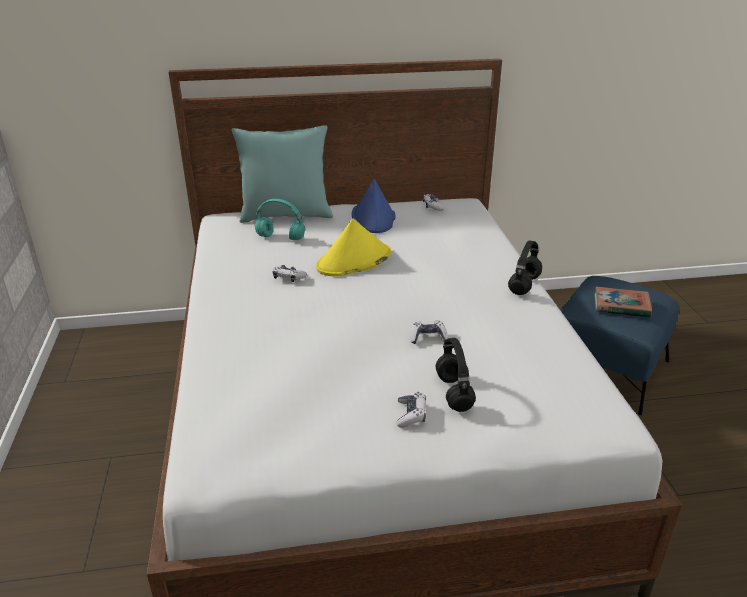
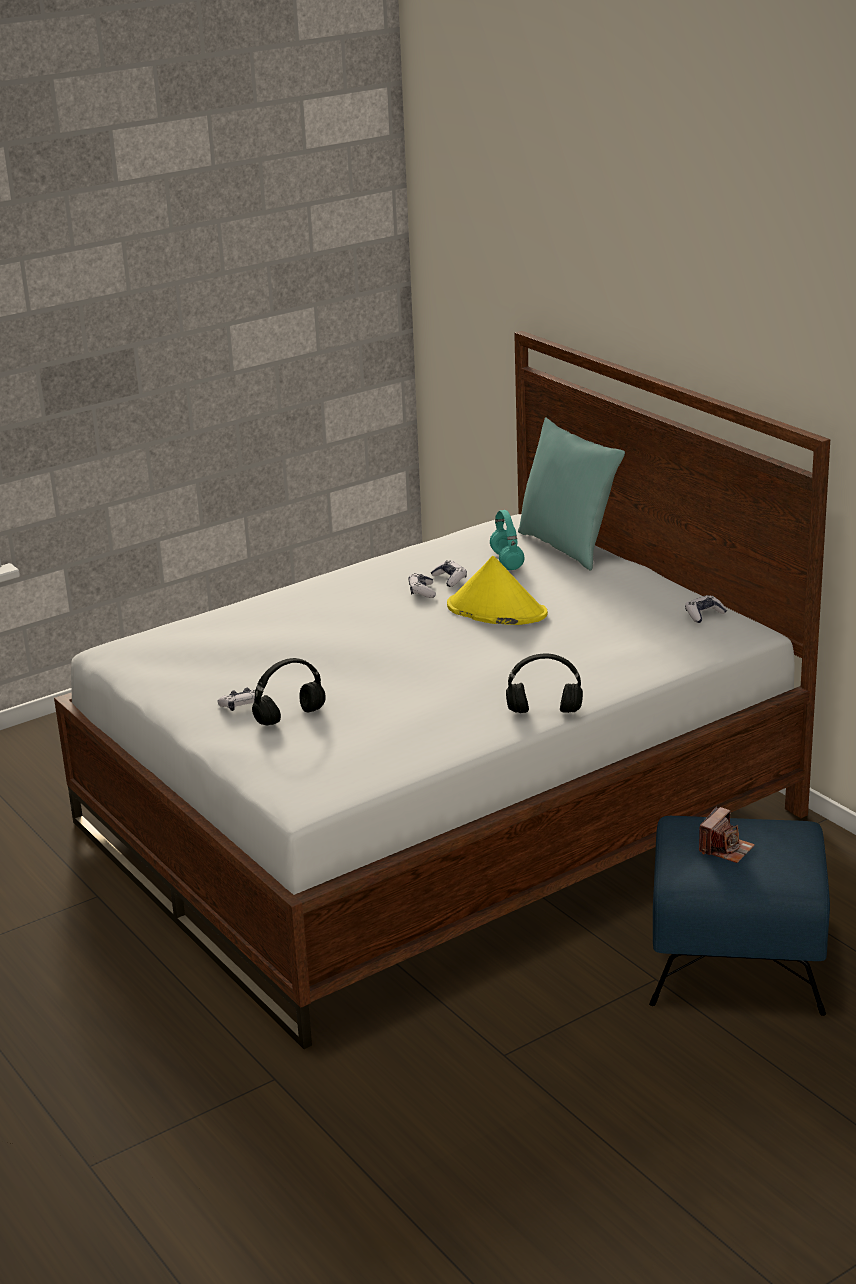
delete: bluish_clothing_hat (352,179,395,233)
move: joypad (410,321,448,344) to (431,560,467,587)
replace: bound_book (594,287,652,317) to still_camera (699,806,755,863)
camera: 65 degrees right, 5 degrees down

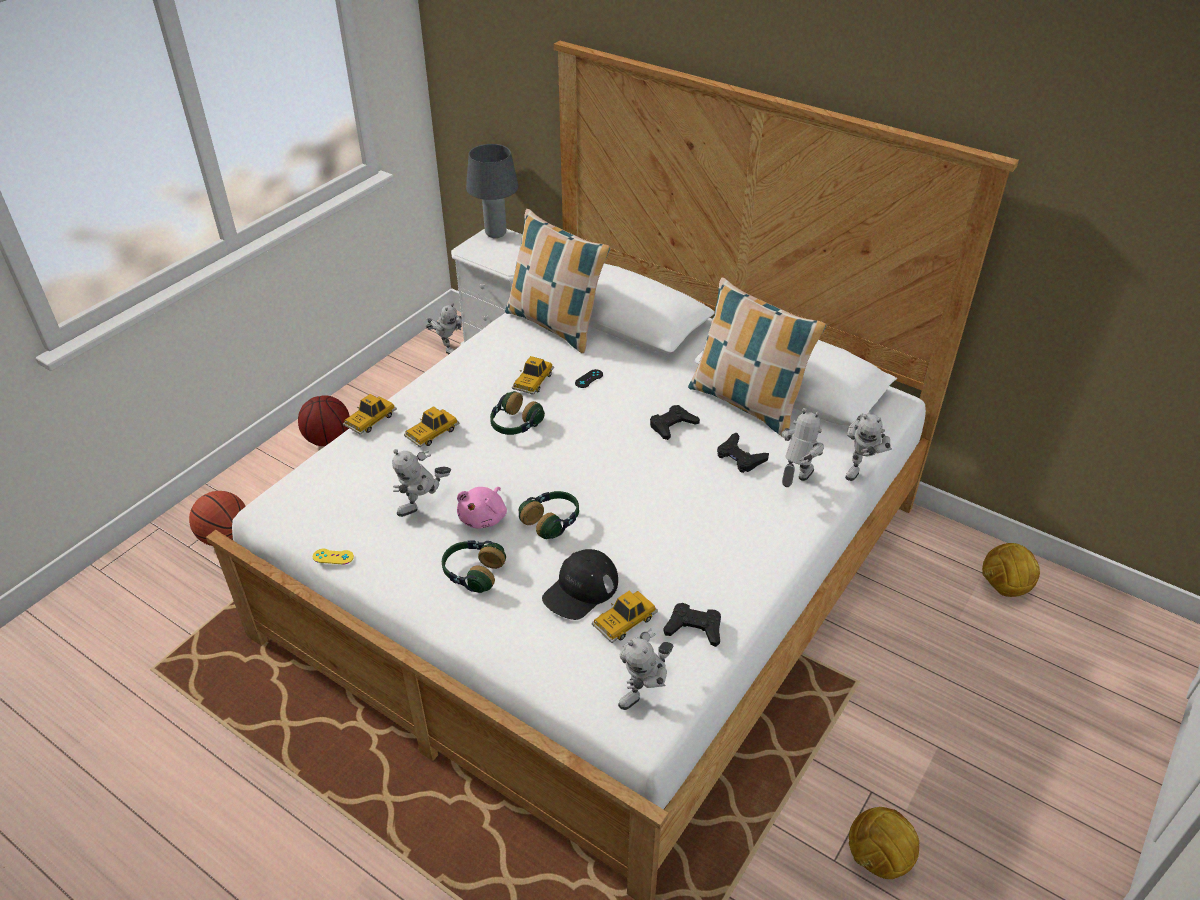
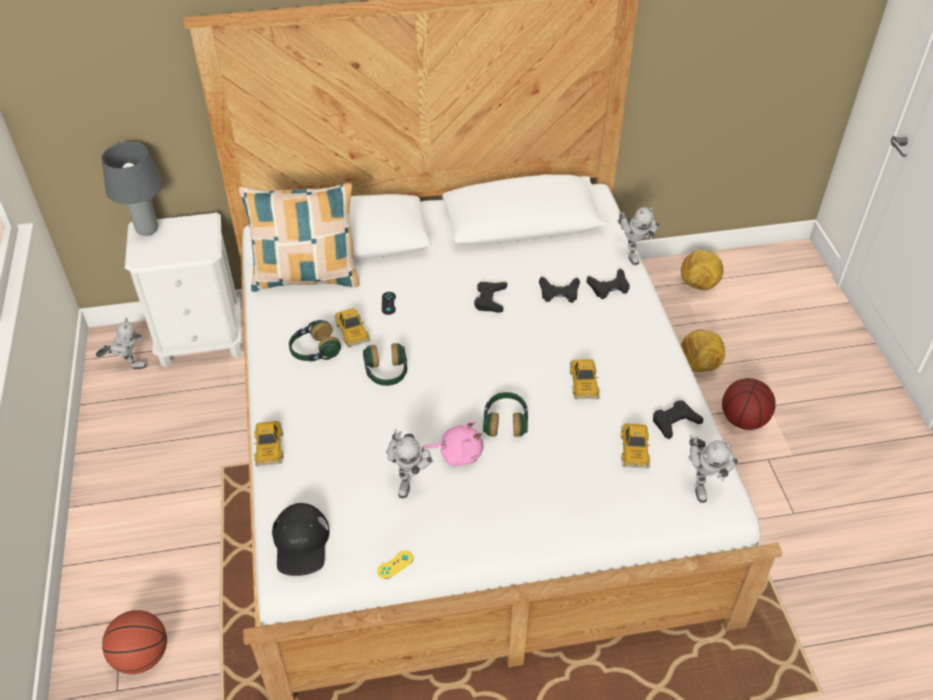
delete: cushion (688,277,827,436)
move: basketball (298,395,350,446) to (722,378,776,430); miniature_car (404,406,459,447) to (570,359,600,399); headphones (442,541,506,593) to (289,320,341,362); black-coloured_peaked_cap (542,549,618,620) to (272,503,329,576); football (849,807,919,879) to (680,330,725,372)
replace: toy_robot (781,408,824,487) to black-coloured_joypad (586,268,630,299)
rotate: pinkish_plush_toy (457,487,507,529) = (423,421,484,467) 60 degrees counterclockwise
camera: 45 degrees left, 5 degrees up

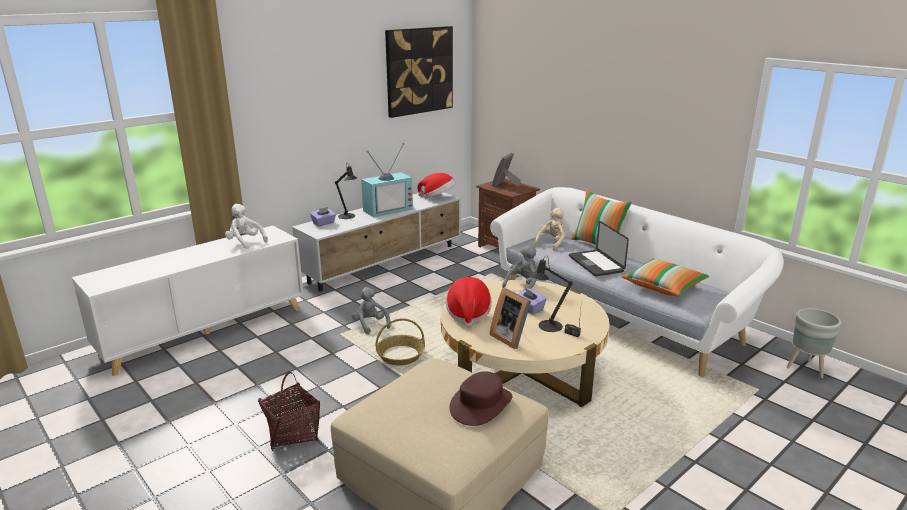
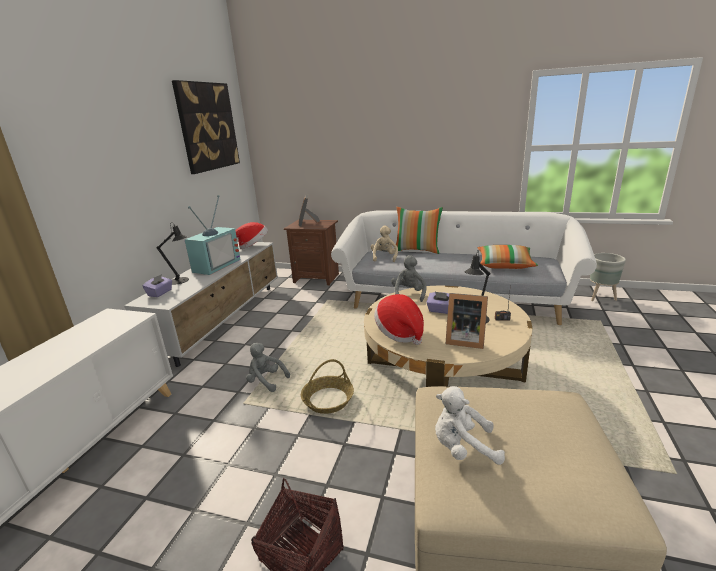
delete: brownish_clothing_hat (449,371,513,426); laptop (569,220,629,277)
move: white_plush_toy (225,204,268,249) to (435,386,505,465)
camera: 30 degrees left, 0 degrees up

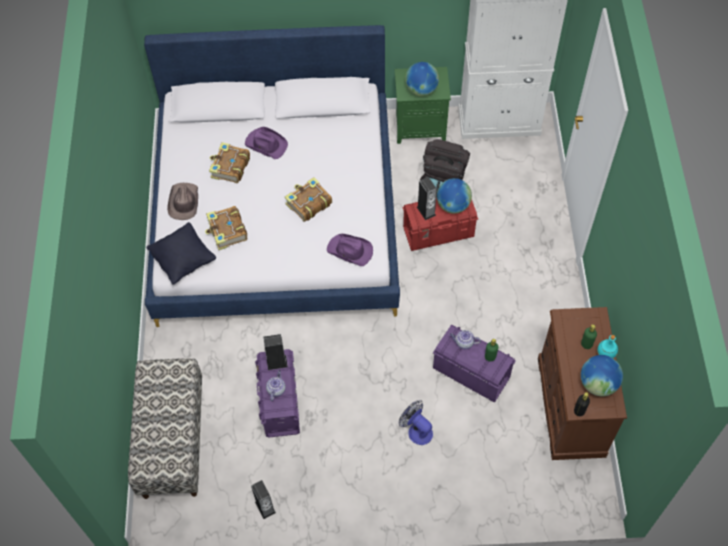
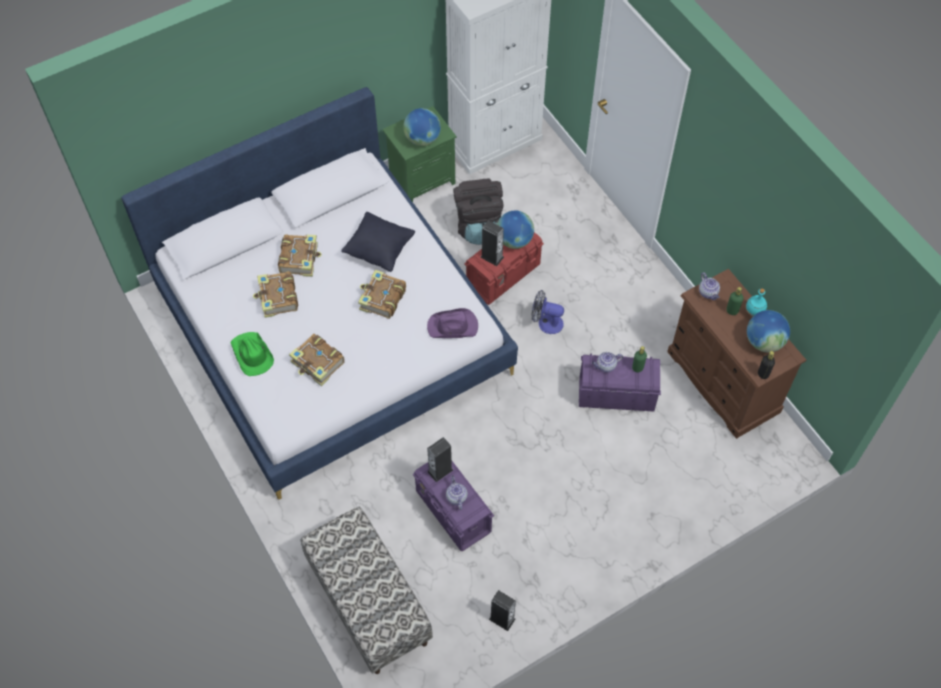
insert: pot_for_tea (699,273,720,300)
move: black-coloured_cushion (146,222,216,285) to (341,212,415,272); fan (399,401,433,445) to (532,290,564,334)
replace: purple-coloured_clothing_hat (245,127,288,159) to bound_book (278,234,322,277)
recolor: brownish_clothing_hat (167,183,198,220) to greenish_clothing_hat (230,332,274,376)
camera: 30 degrees left, 0 degrees up

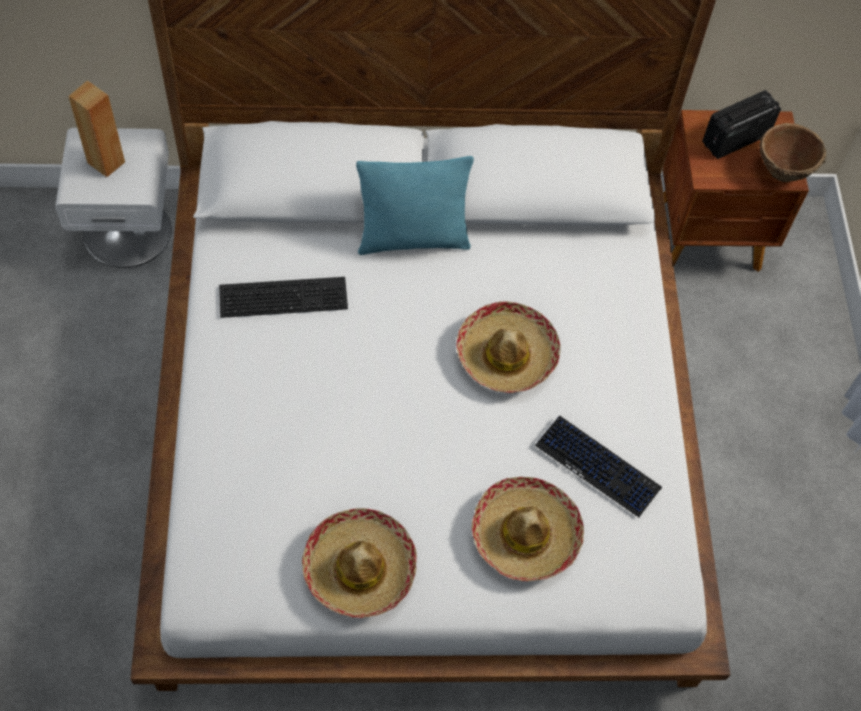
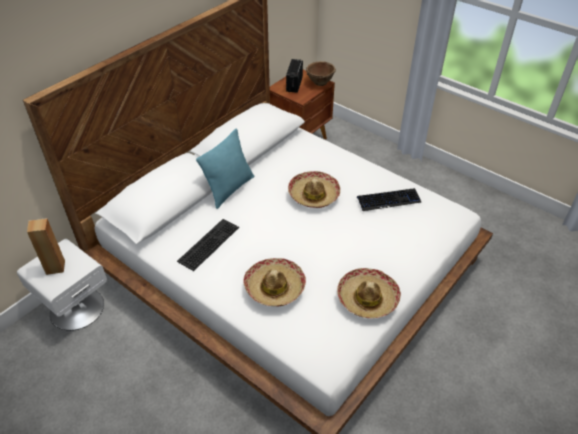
move: clothing_hat (472,477,584,581) to (244,258,306,306)
camera: 45 degrees left, 15 degrees down

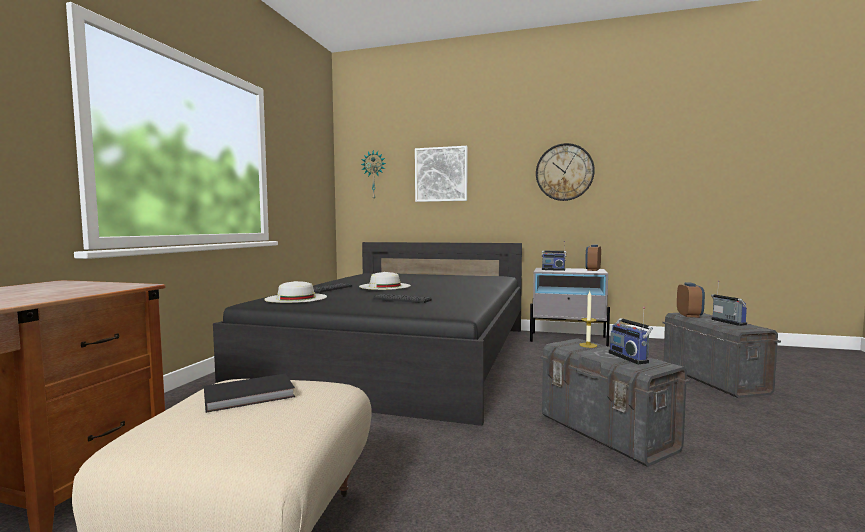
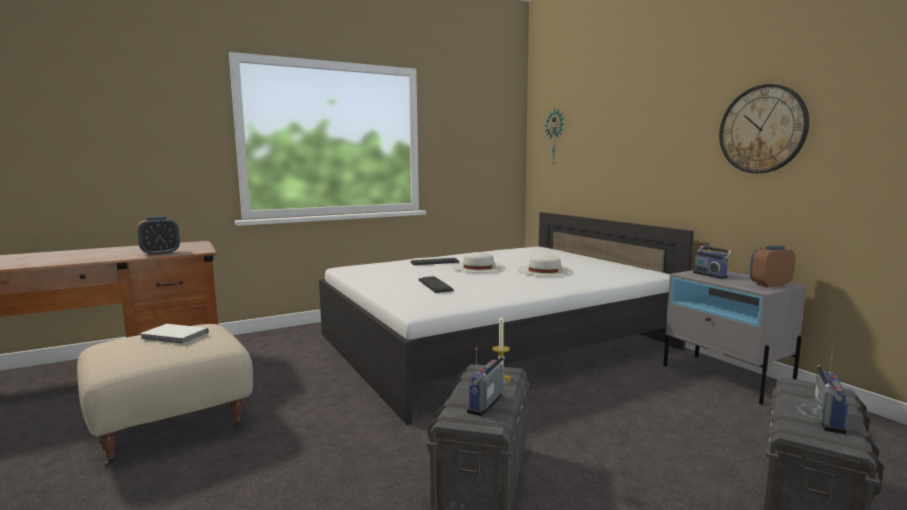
delete: picture (415,146,467,202)
move: white_clothing_hat (264,281,327,303) to (517,255,573,276); alarm_clock (677,282,705,317) to (136,216,180,256)
recolor: black-coloured_bound_book (204,374,295,413) to white_bound_book (140,324,209,344); black-coloured_sleeping_bed (213,242,522,426) to white_sleeping_bed (319,212,694,425)
camera: 45 degrees right, 5 degrees up

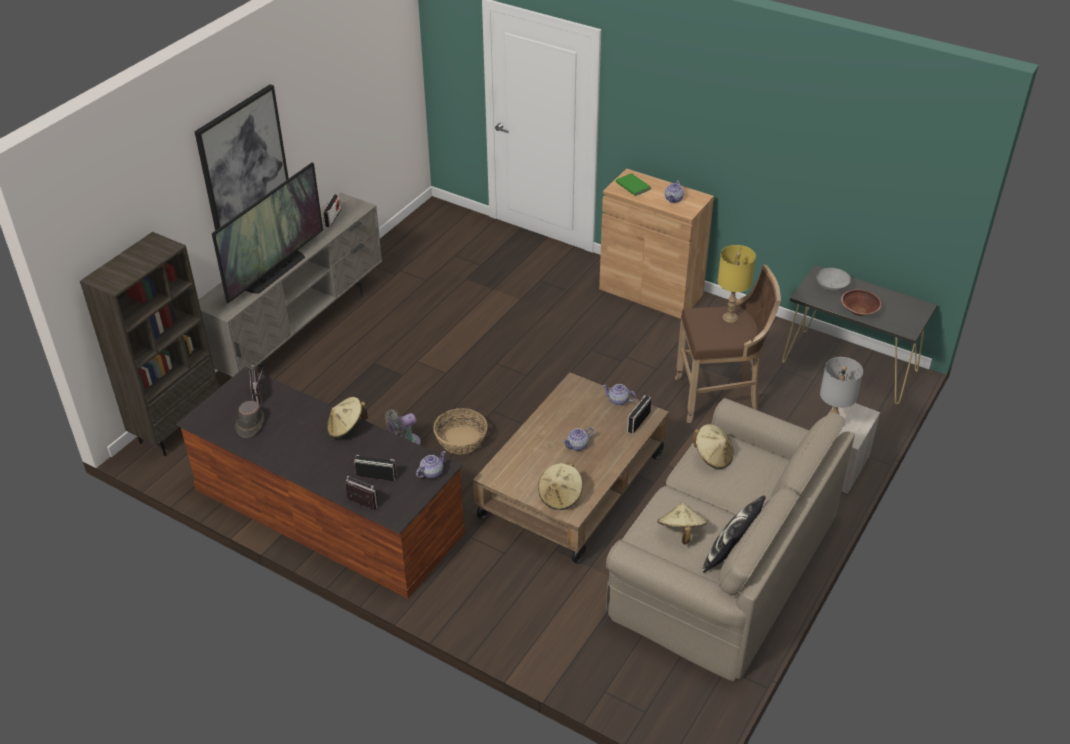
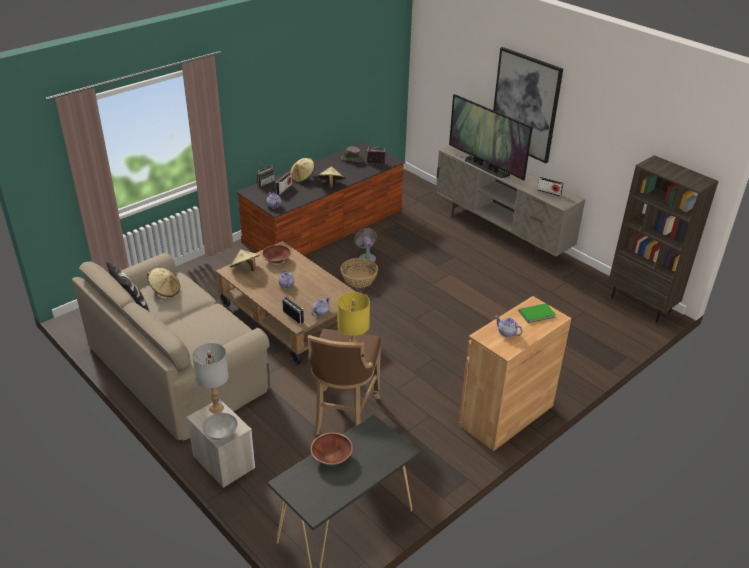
insert: brownish_deep_dish (262,245,291,264)
move: brownish_bookcase (80,232,219,456) to (608,155,719,323); beige_clothing_hat (693,424,734,469) to (290,158,315,183); greyish_deep_dish (816,268,851,292) to (202,413,238,440)
camera: 105 degrees right, 5 degrees down

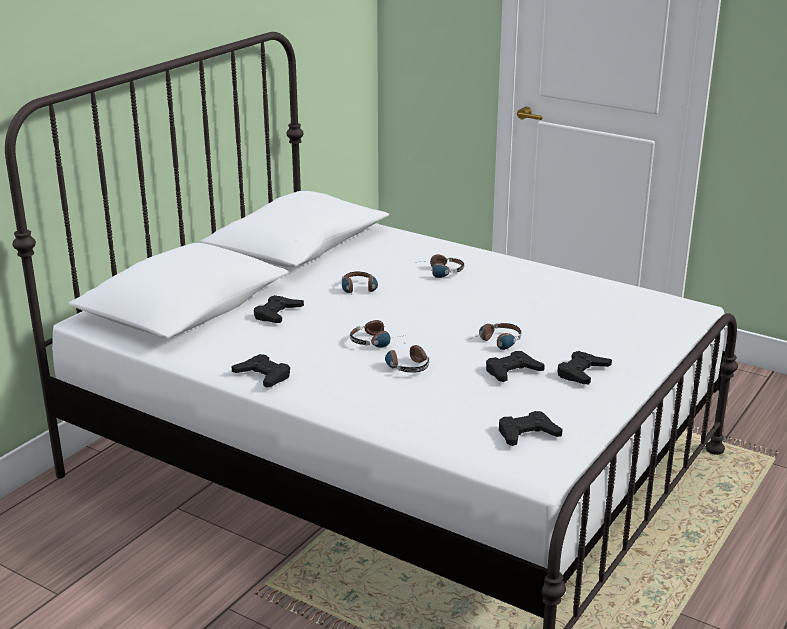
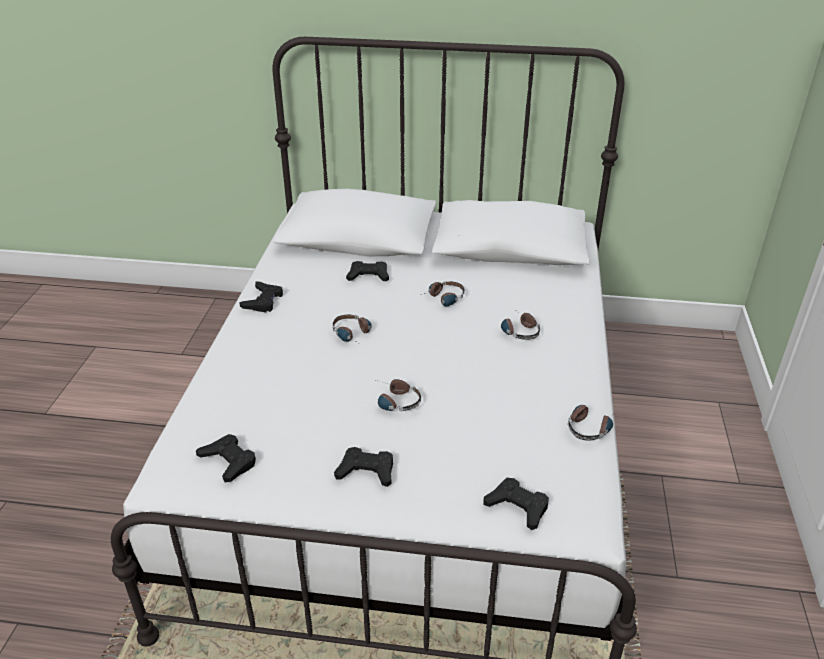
move: headphones (385,344,429,373) to (568,405,615,440); black-coloured_joypad (486,351,545,382) to (484,478,549,530)
camera: 65 degrees right, 10 degrees up

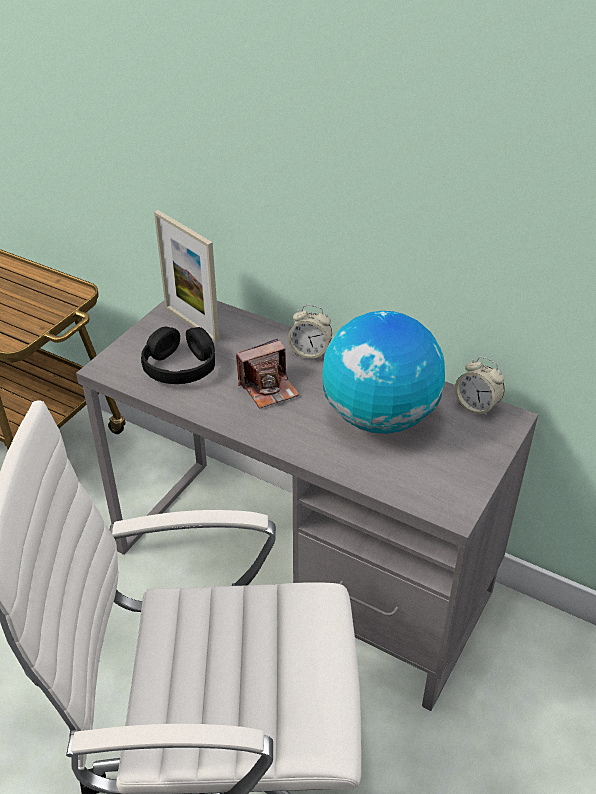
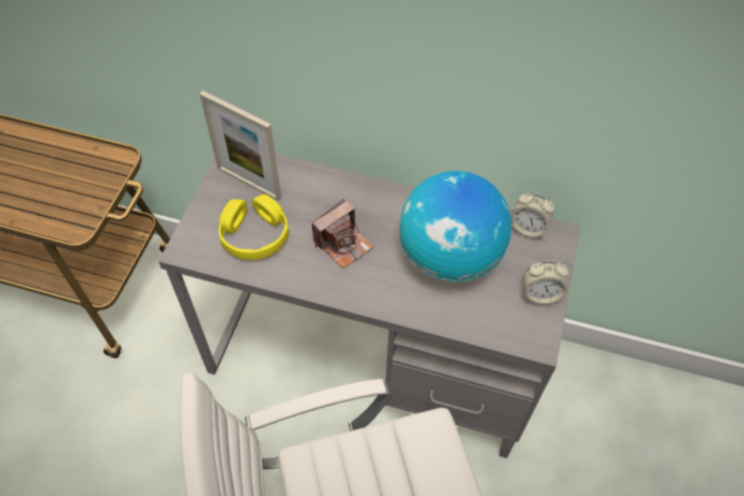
move: alarm_clock (288,305,332,359) to (523,260,569,305)
recolor: black-coloured_headphones (141,327,215,384) to yellow-coloured_headphones (219,194,289,260)
camera: 15 degrees left, 15 degrees up

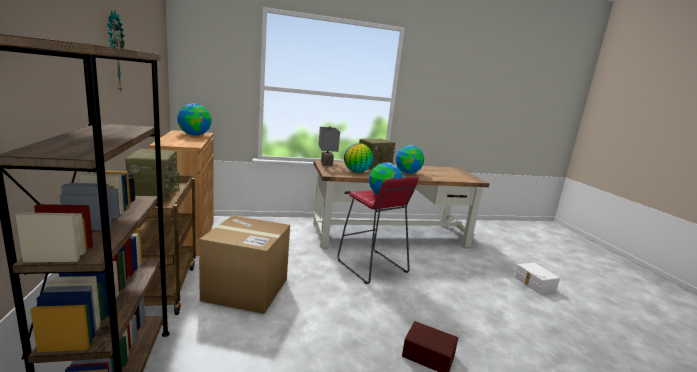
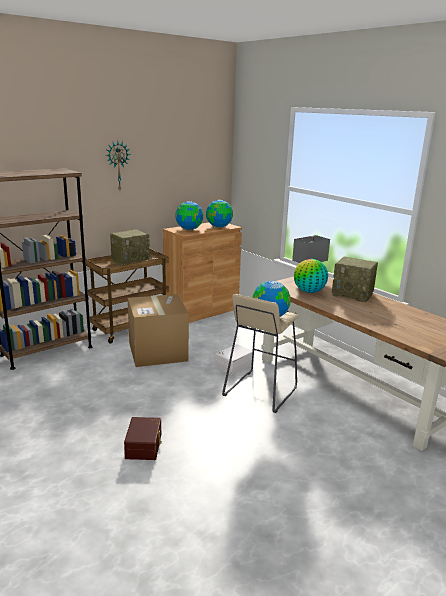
move: desk_globe (396,145,424,174) to (176,201,203,230); white_storage_box (515,263,560,294) to (215,344,252,375)
recolor: red_sitting_stool (338,177,419,284) to beige_sitting_stool (222,294,298,413)
camera: 65 degrees right, 5 degrees up

